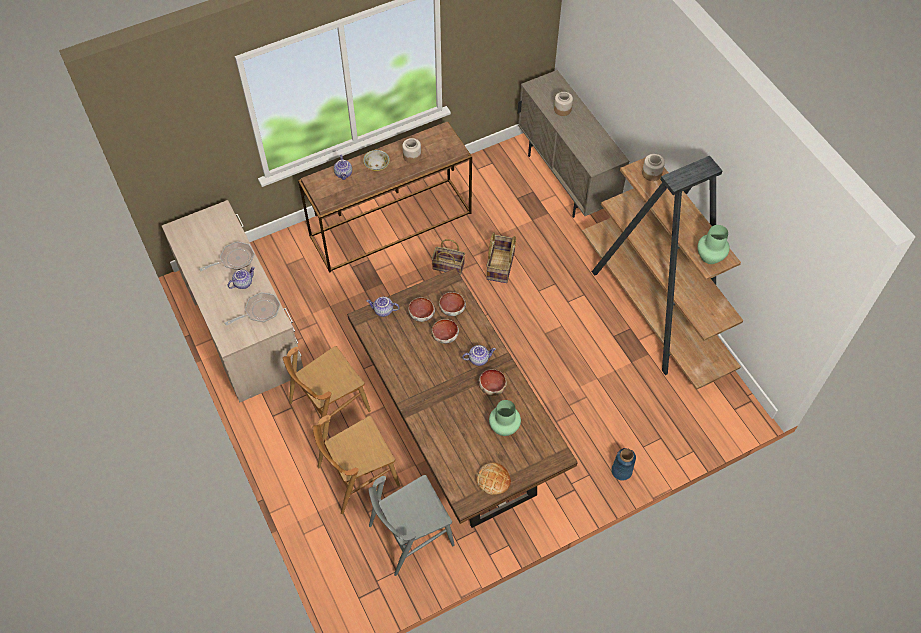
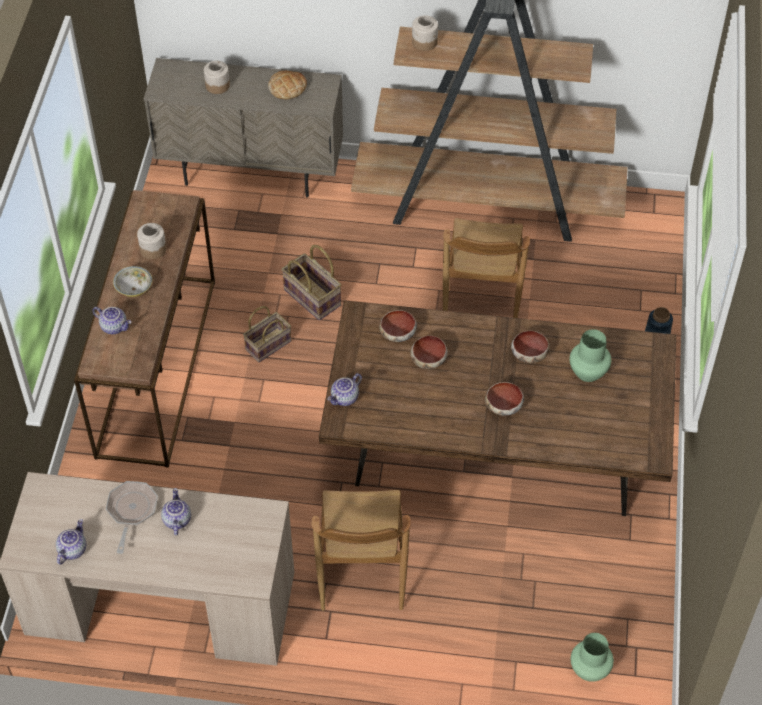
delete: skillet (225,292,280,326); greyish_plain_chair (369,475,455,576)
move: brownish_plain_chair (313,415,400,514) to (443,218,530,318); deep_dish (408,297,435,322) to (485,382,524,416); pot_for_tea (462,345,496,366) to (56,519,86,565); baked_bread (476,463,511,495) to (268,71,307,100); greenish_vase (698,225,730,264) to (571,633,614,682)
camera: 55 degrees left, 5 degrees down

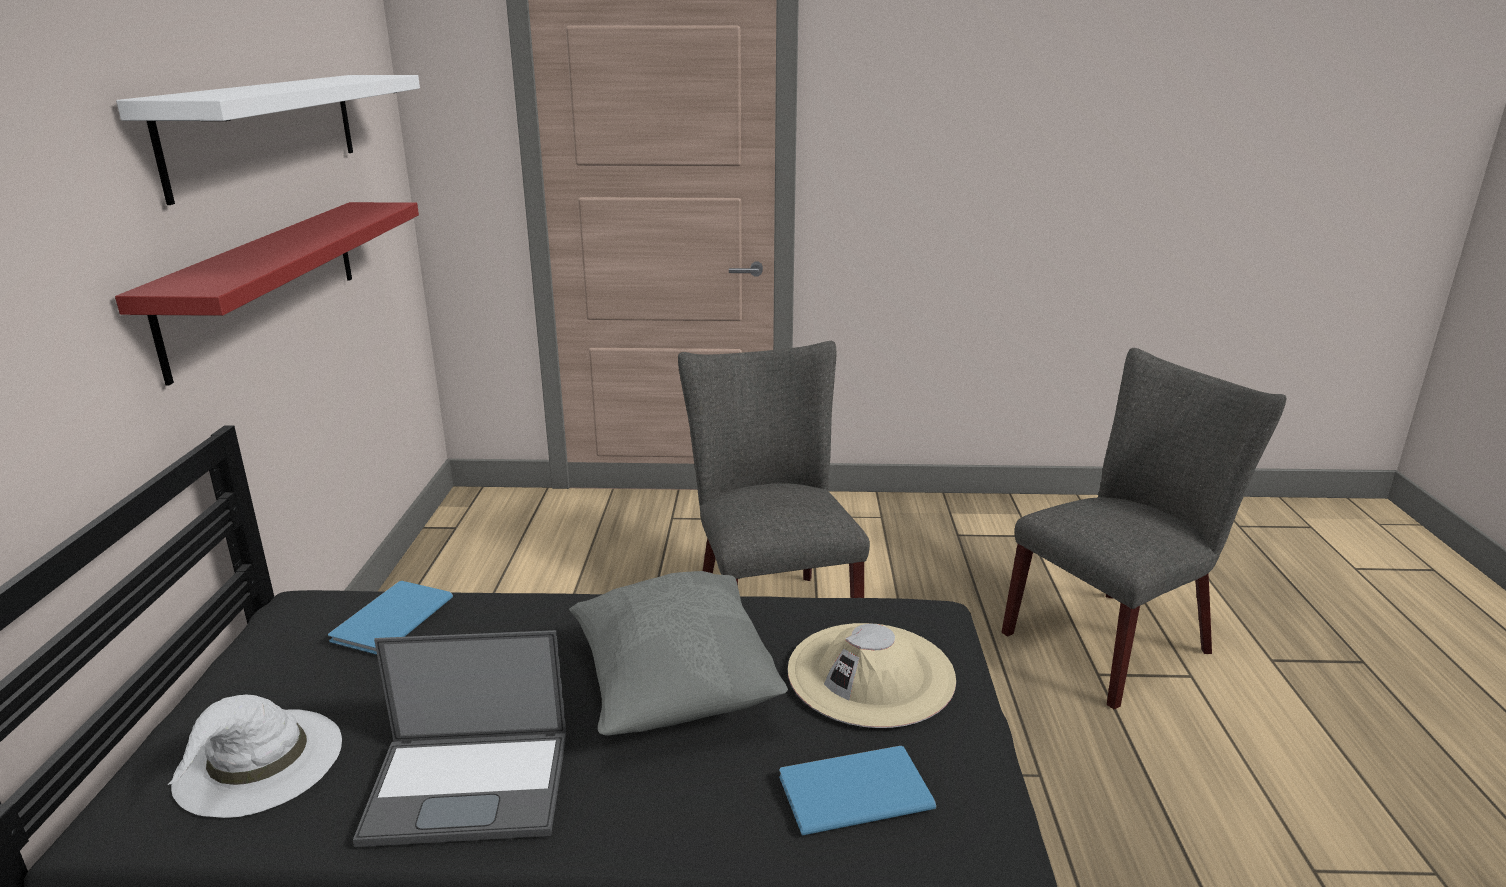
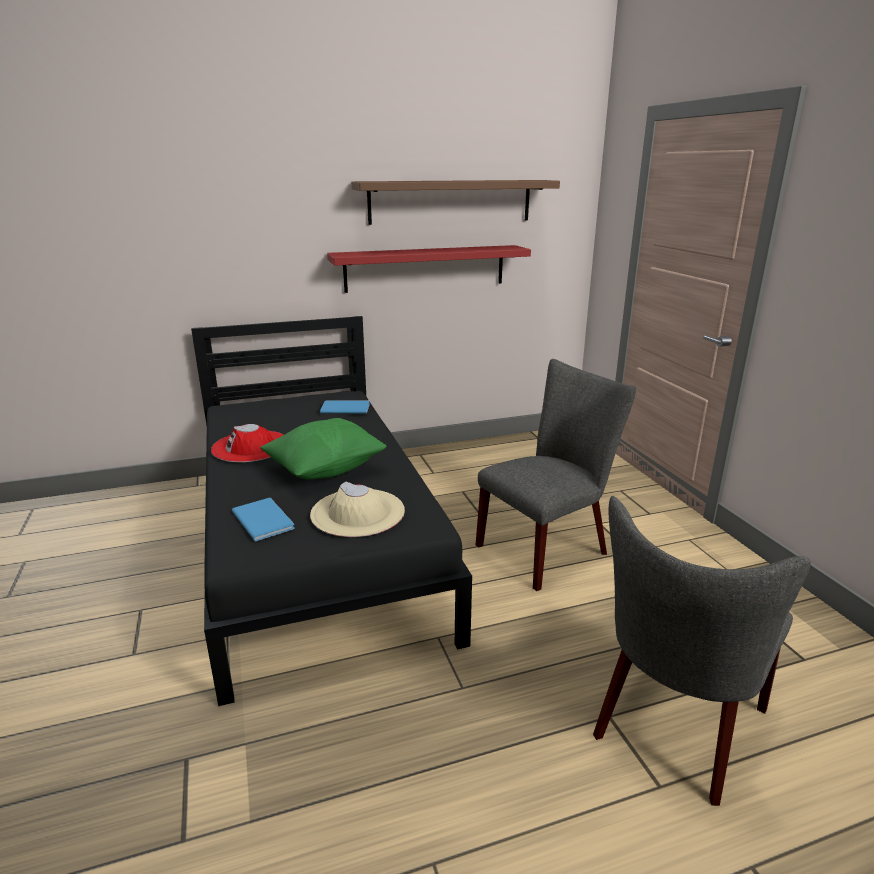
delete: white_clothing_hat (168,695,342,818)
replace: laptop (353,630,566,847) to red_clothing_hat (211,424,284,462)
recolor: white_wall_shelf (116,75,420,205) to brownish_wall_shelf (351,180,560,225); greyish_cushion (569,571,788,736) to greenish_cushion (260,418,386,480)
rotate: greyish_plain_chair (1001,348,1286,709) = (593,496,810,806) 90 degrees clockwise
camera: 70 degrees right, 0 degrees up

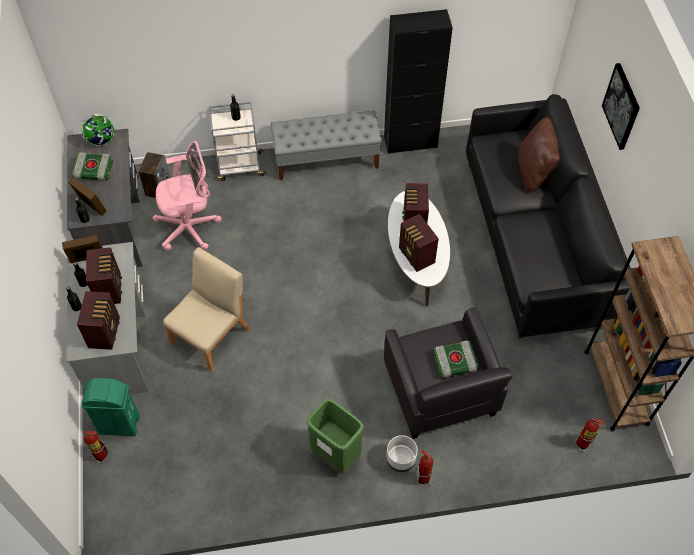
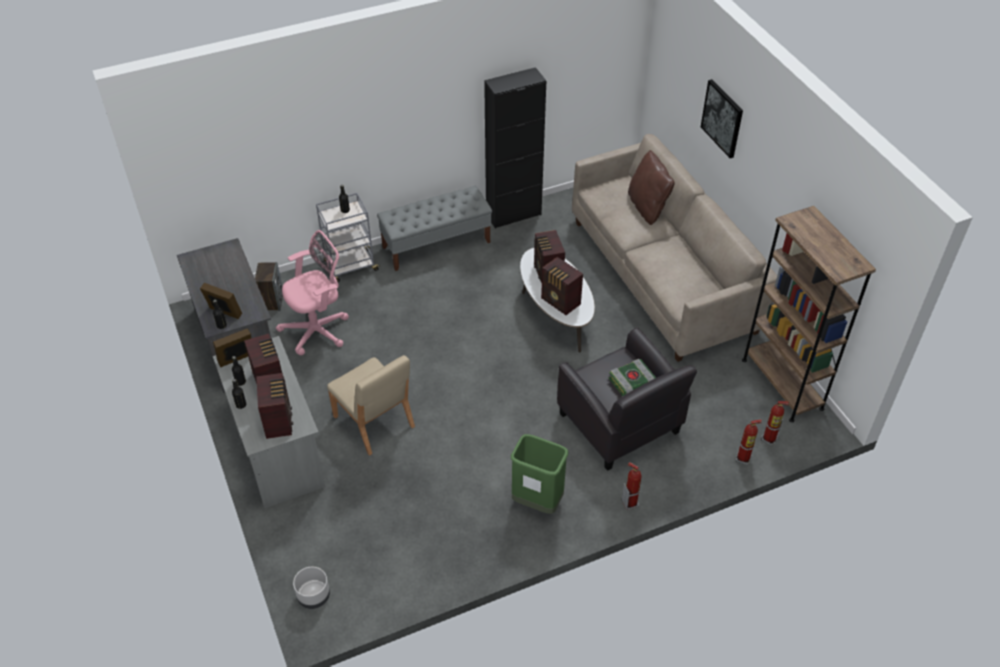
delete: bound_book (72,152,113,181); desk_globe (80,114,115,146); greenish_rubbish_bin (81,378,140,436)
move: fire_extinguisher (84,431,110,464) to (736,419,762,465); greyish_planter (386,435,418,473) to (293,567,330,609)
recolor: black-coloured_couch (466,94,631,338) to beige_couch (572,134,777,362)
rotate: beige_plain_chair (163,247,250,372) = (327,355,415,456) 120 degrees clockwise
camera: 15 degrees left, 10 degrees down

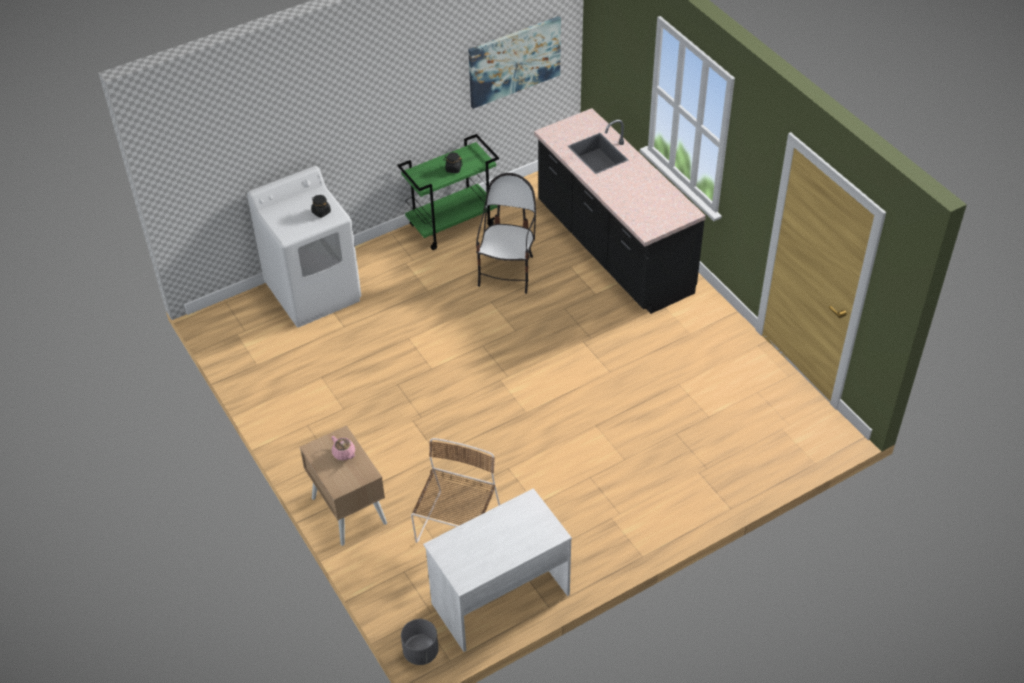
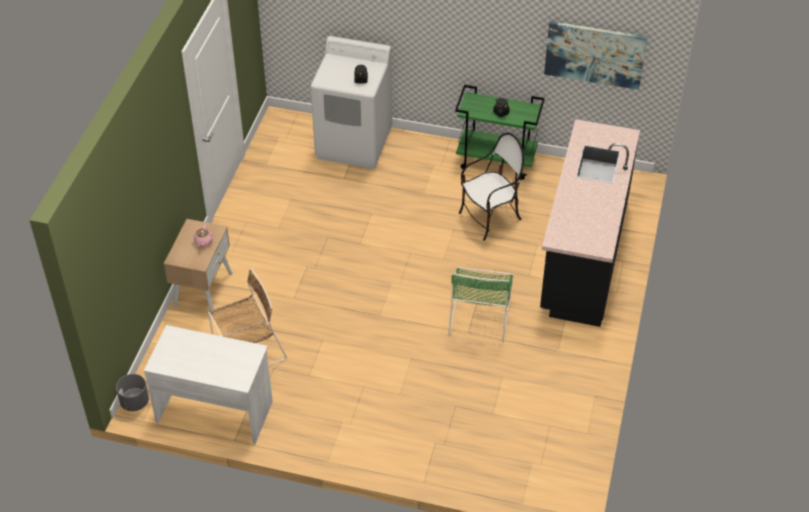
insert: greenish_plain_chair (449,267,514,343)
camera: 45 degrees right, 0 degrees up

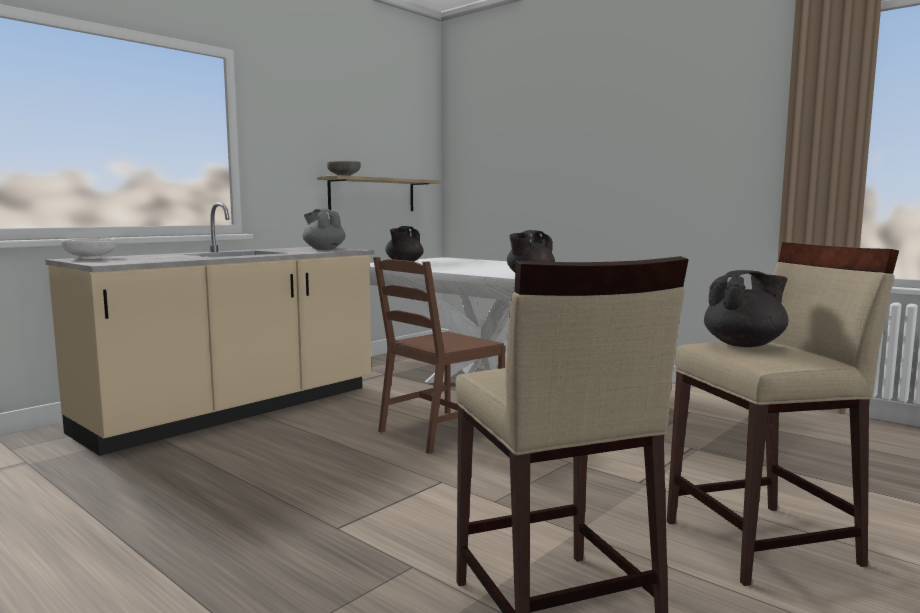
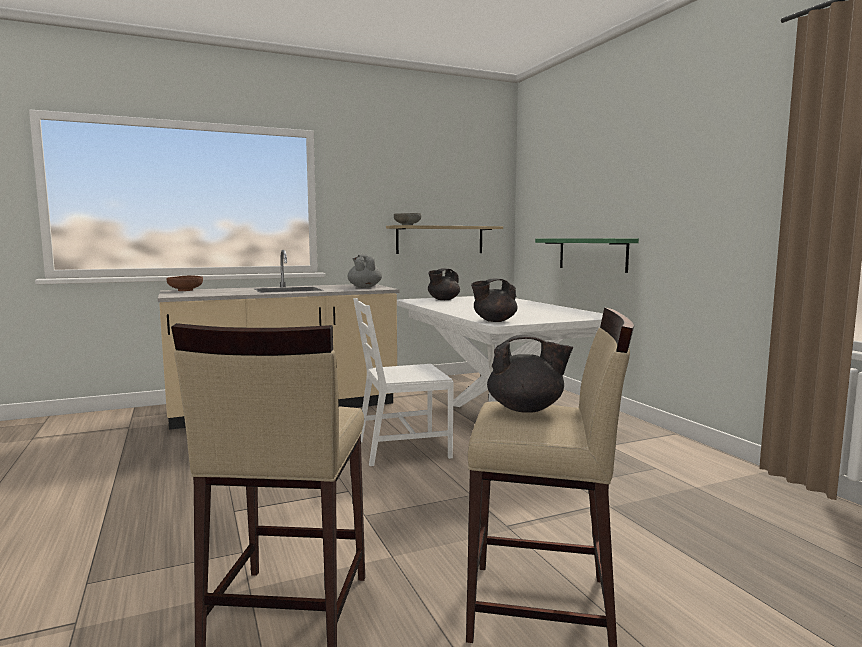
insert: greenish_wall_shelf (535,238,639,273)
recolor: white_deep_dish (61,238,116,259) to brownish_deep_dish (167,276,203,291); brownish_plain_chair (373,257,505,454) to white_plain_chair (353,298,454,466)
camera: 25 degrees right, 0 degrees up

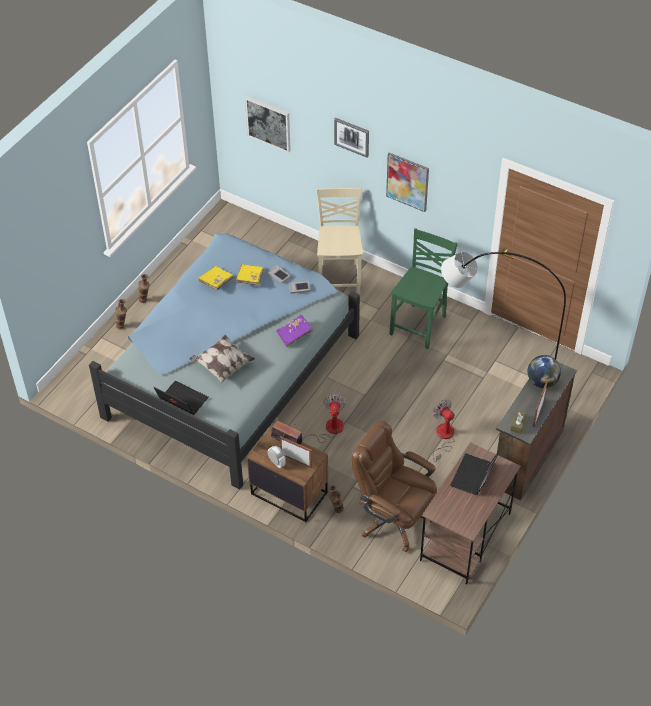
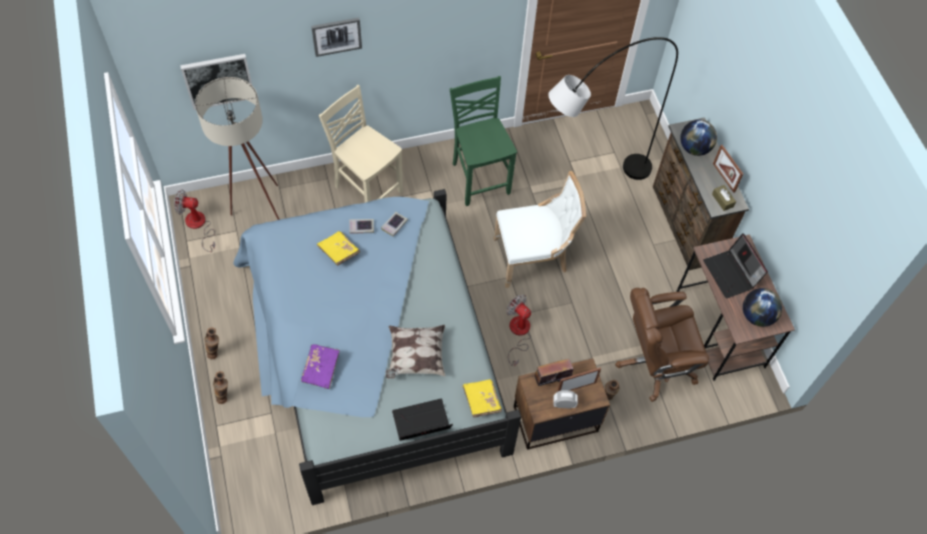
delete: picture (386,153,429,212)
insert: beige_standard_lamp (195,77,280,220); white_plain_chair (494,171,586,288); desk_globe (743,288,783,327)
move: yellow-coloured_bound_book (198,266,234,290) to (462,379,502,418); purple-coloured_bound_book (276,315,313,347) to (301,344,340,389); fan (433,399,455,462) to (174,190,215,252)
camera: 50 degrees left, 10 degrees up

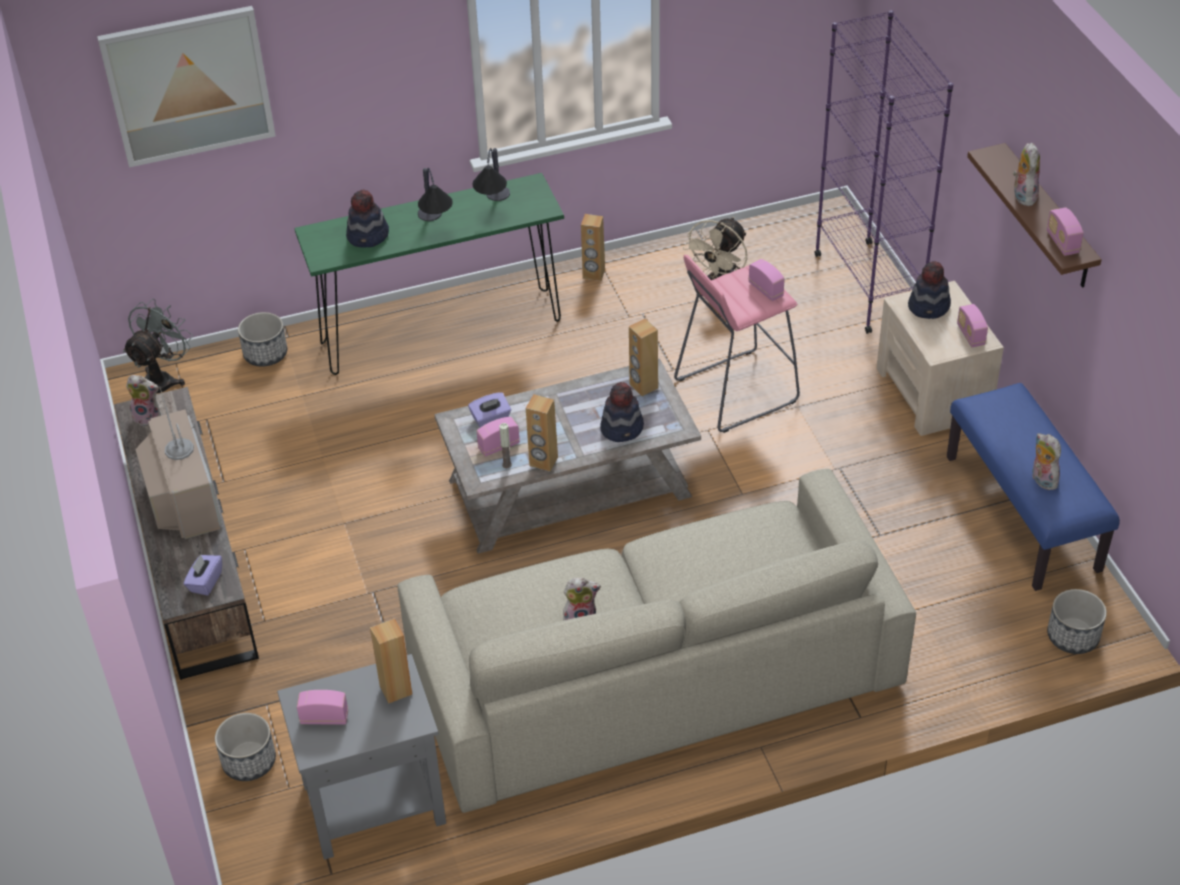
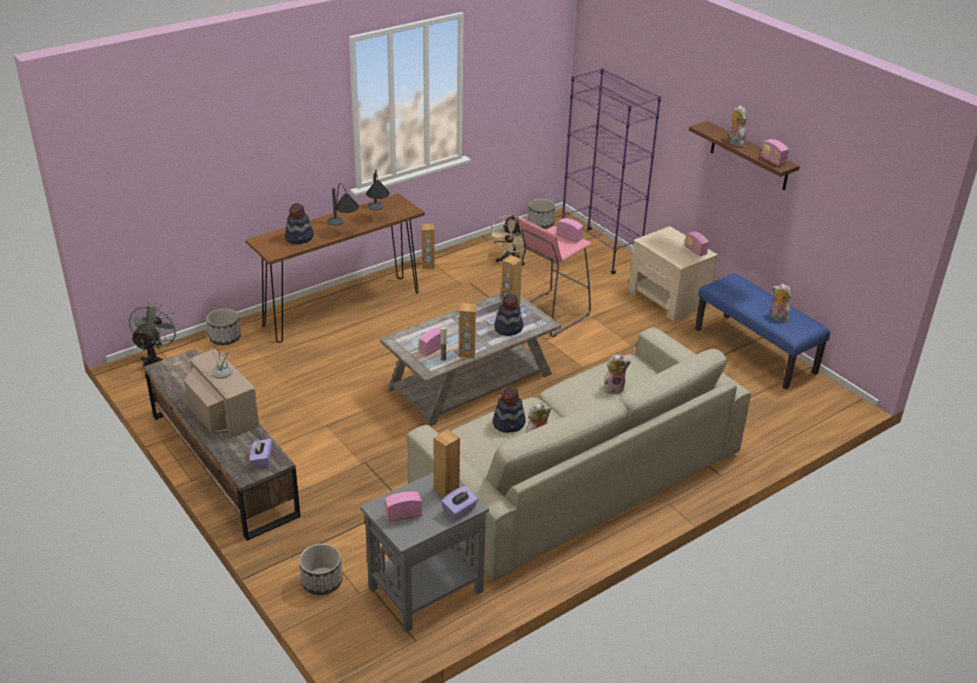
delete: picture (97,6,276,167)
move: plush_toy (126,375,161,427) to (603,354,631,394); purple-coloured_box_of_tissues (468,392,511,427) to (441,486,478,520); clothing_hat (908,261,951,319) to (493,386,526,433); planter (1047,589,1107,654) to (528,199,555,228)
recolor: greenish_console_table (294,173,564,375) to brownish_console_table (246,193,425,343)
camera: 20 degrees left, 10 degrees down

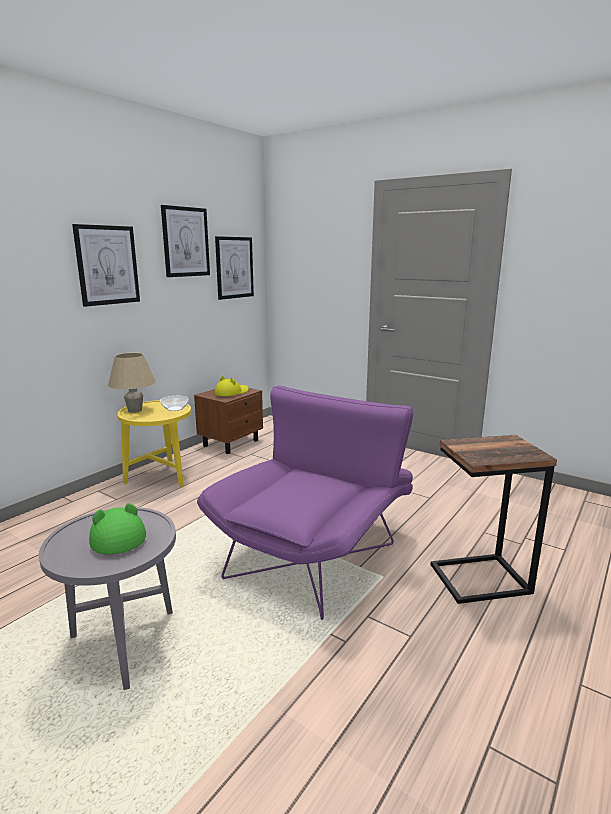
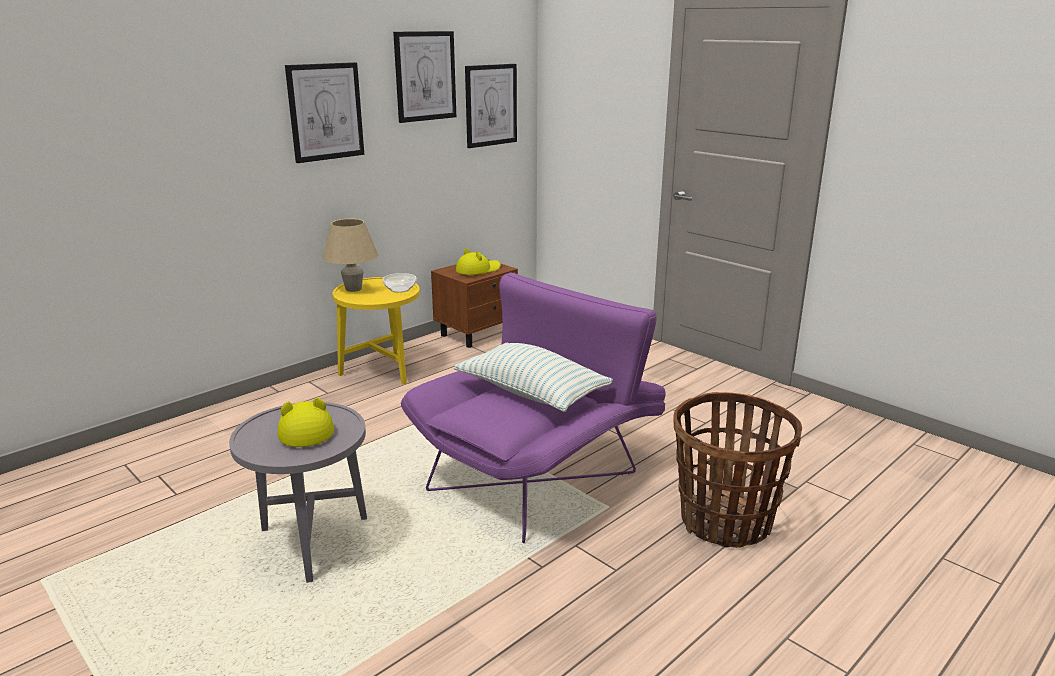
insert: cushion (454,343,613,412)
replace: end_table (430,435,557,604) to storage_basket (673,392,802,548)
recolor: greenish_clothing_hat (89,503,146,554) to yellow-coloured_clothing_hat (278,398,334,447)
camera: 10 degrees right, 5 degrees up

